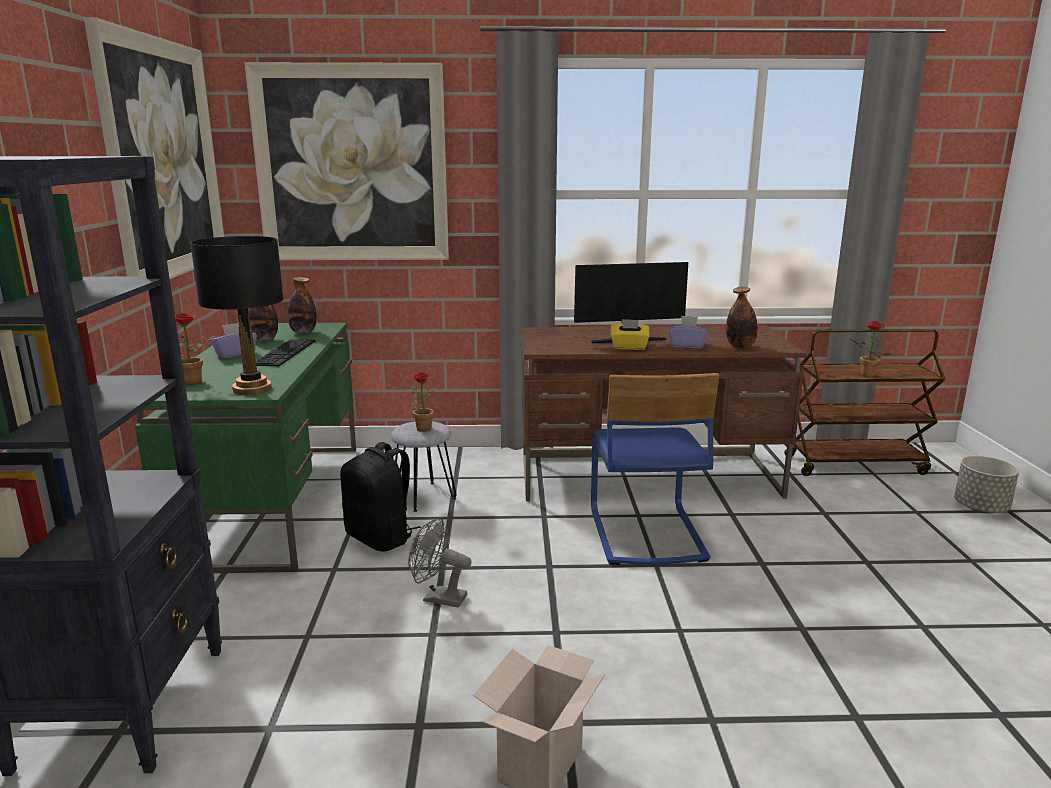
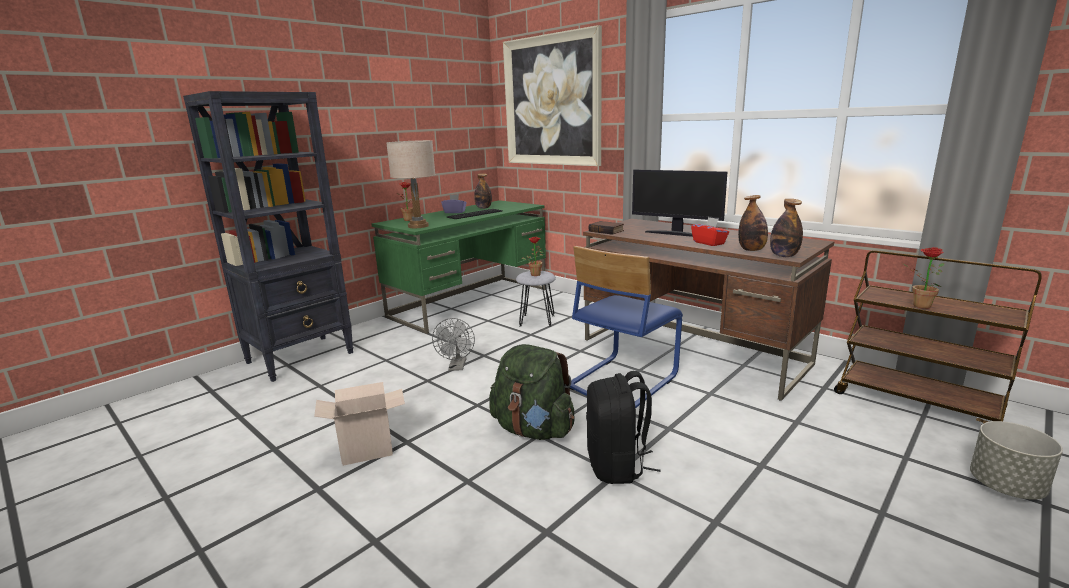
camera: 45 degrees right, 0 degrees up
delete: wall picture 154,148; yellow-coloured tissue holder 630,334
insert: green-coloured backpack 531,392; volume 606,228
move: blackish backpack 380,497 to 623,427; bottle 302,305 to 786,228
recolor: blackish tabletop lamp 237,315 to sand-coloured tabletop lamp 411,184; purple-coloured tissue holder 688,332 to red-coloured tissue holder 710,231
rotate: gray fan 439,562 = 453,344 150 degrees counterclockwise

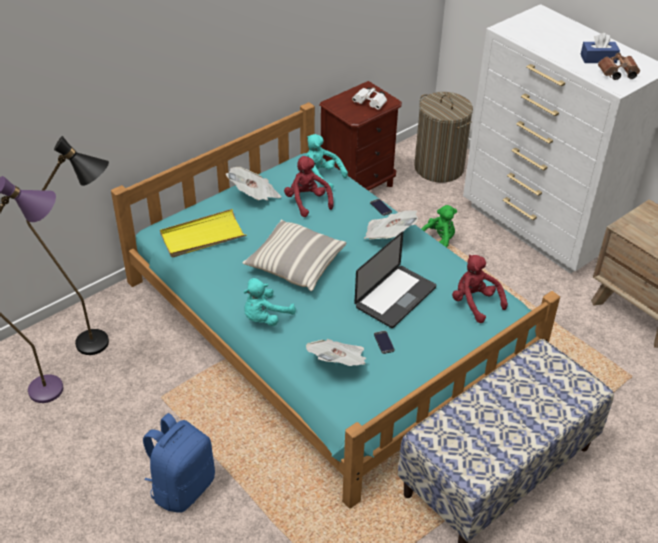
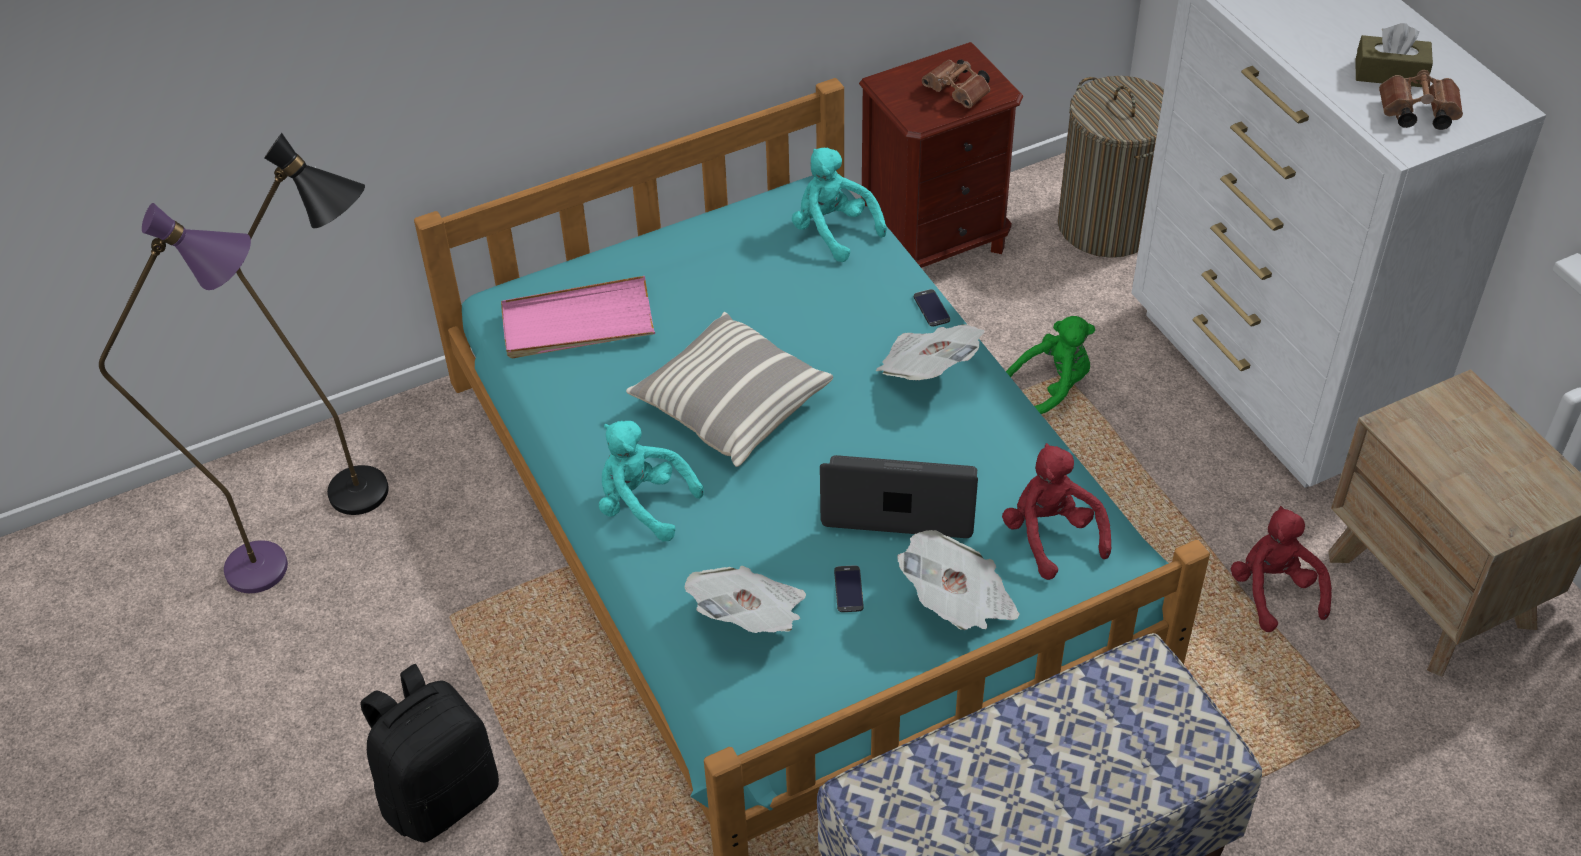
camera: 15 degrees right, 5 degrees up
move: daily paper 254,184 to 958,580; red-coloured cuddly toy 309,186 to 1281,569
recolor: blue backpack 179,463 to blackish backpack 429,753; yellow-coloured serving tray 203,233 to pink serving tray 578,317; white-coloured pair of binoculars 369,98 to brown pair of binoculars 956,83; blue tissue holder 600,48 to brown tissue holder 1394,55
rotate: turquoise-coloured cuddly toy 270,302 = 651,481 60 degrees clockwise; notebook computer 395,280 = 899,496 135 degrees counterclockwise

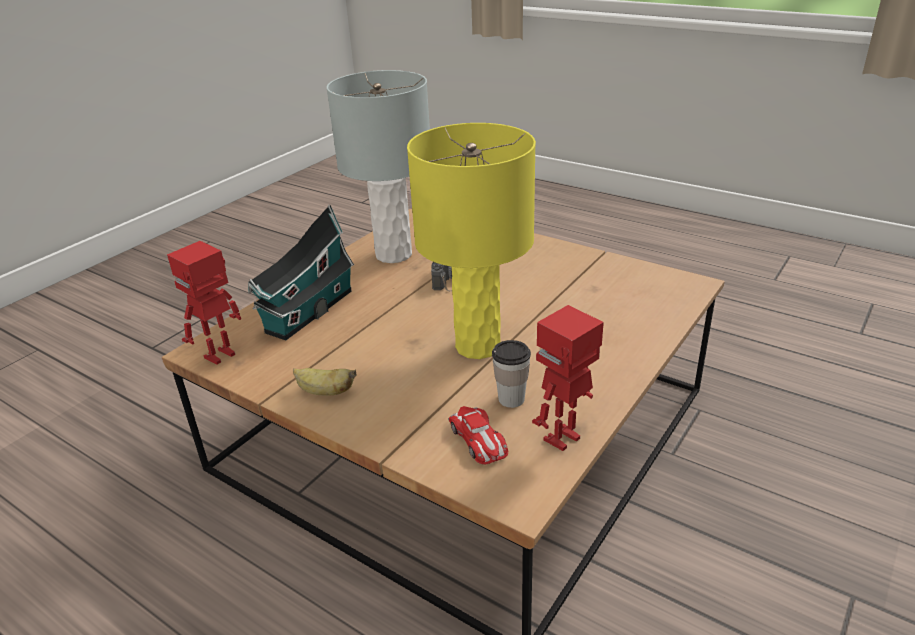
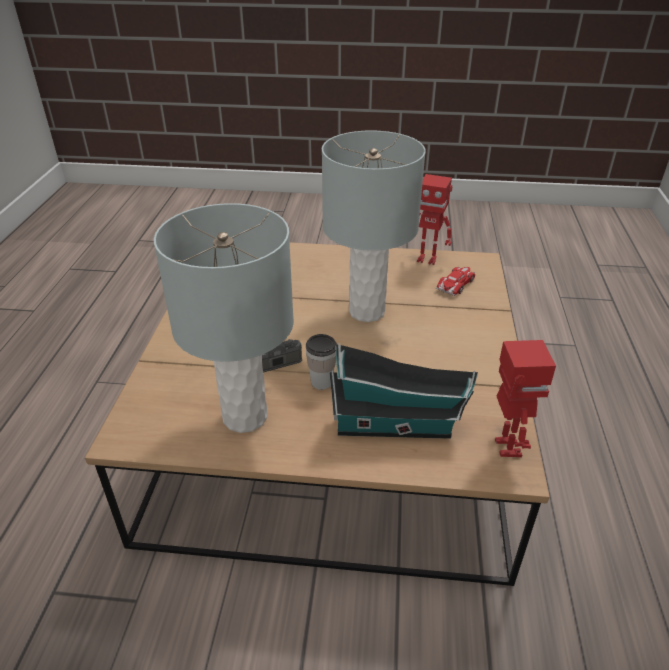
camera: 120 degrees left, 5 degrees up
delete: whole banana 324,382
move: drinking cup 511,374 to 321,362
recolor: yellow-coloured tabletop lamp 471,241 to gray tabletop lamp 374,226
rotate: toy robot 204,302 = 525,398 105 degrees counterclockwise

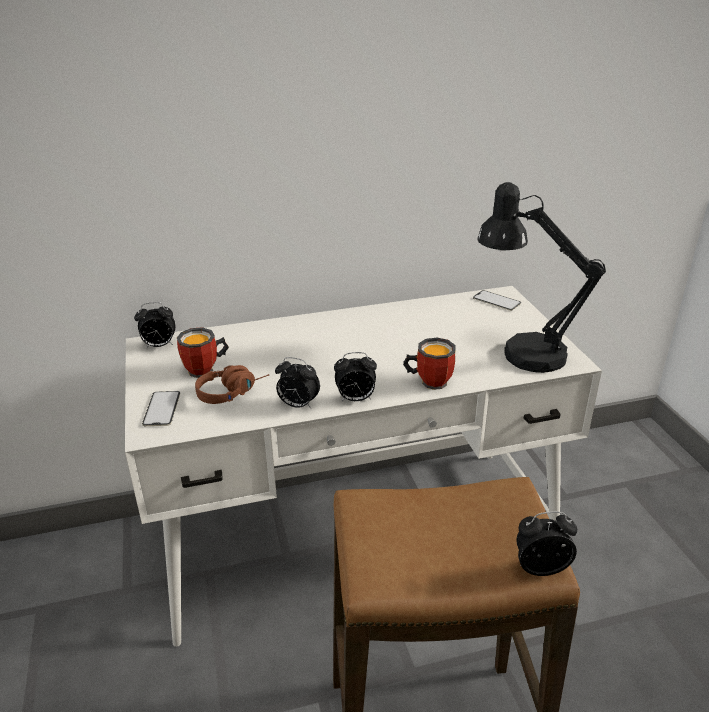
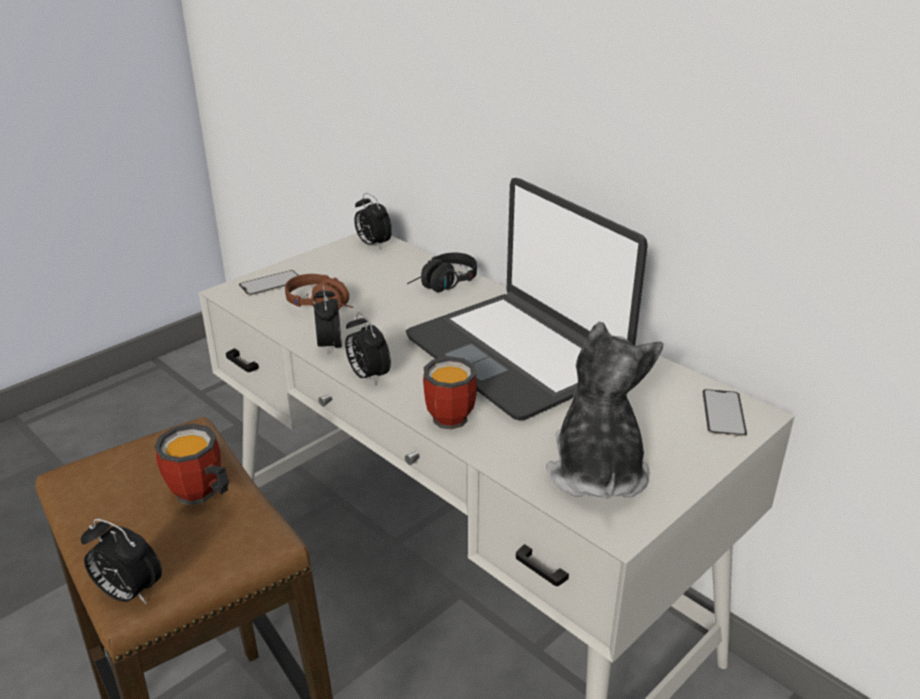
camera: 60 degrees right, 0 degrees up
insert: notebook computer 527,299; blackish headset 442,272
move: coffee mug 203,352 to 191,464
replace: blackish tabletop lamp 541,277 to cuddly toy 605,410
rotate: table clock 546,544 = 121,561 150 degrees clockwise

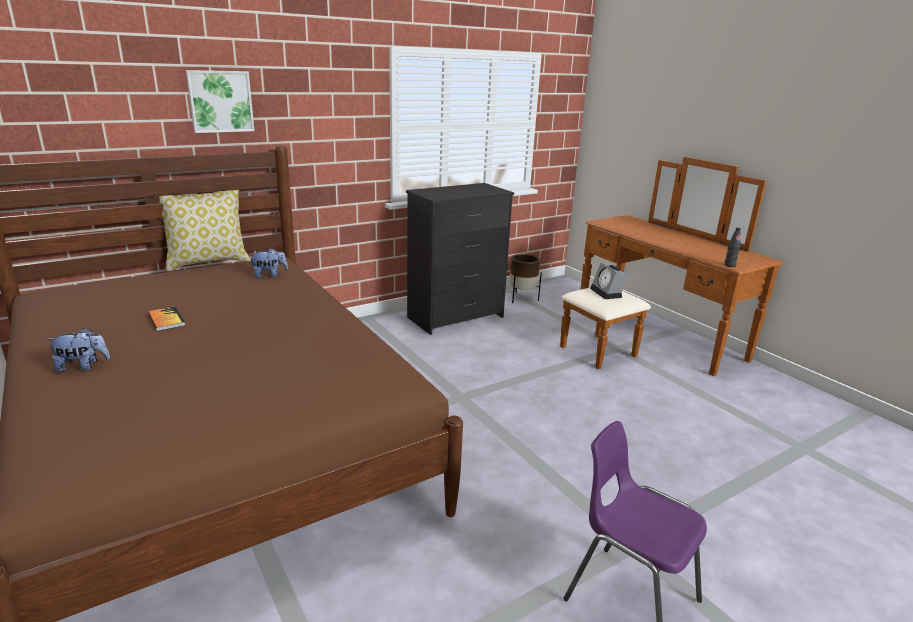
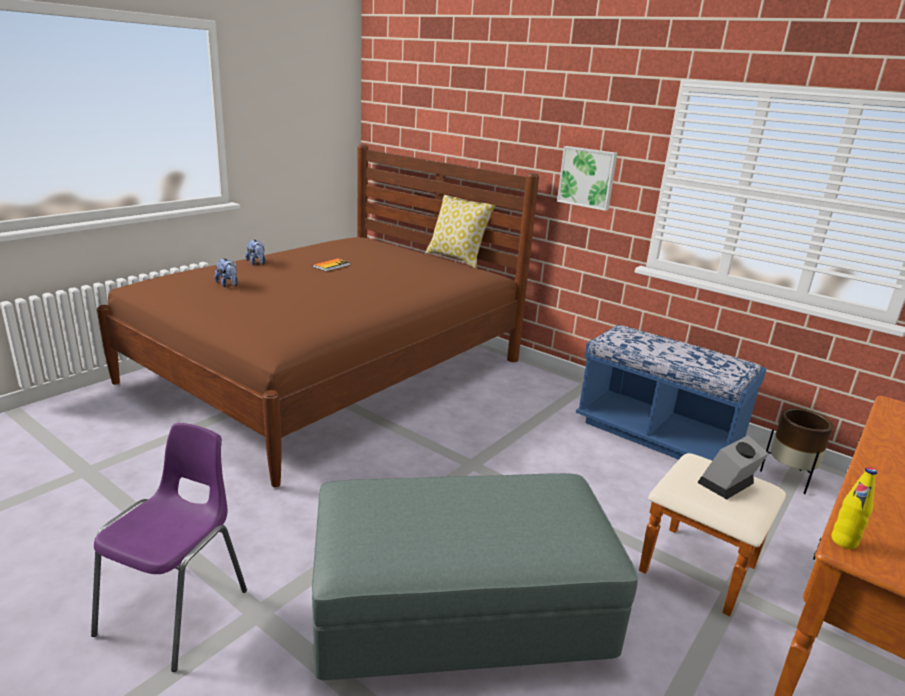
camera: 70 degrees right, 0 degrees up
insert: gray footrest 475,576
move: cuddly toy 268,263 to 226,272; wall picture 220,101 to 587,178
replace: blackish dresser 460,259 to blue long seat 671,393
recolor: blackish bottle 732,247 to yellow-coloured bottle 854,508

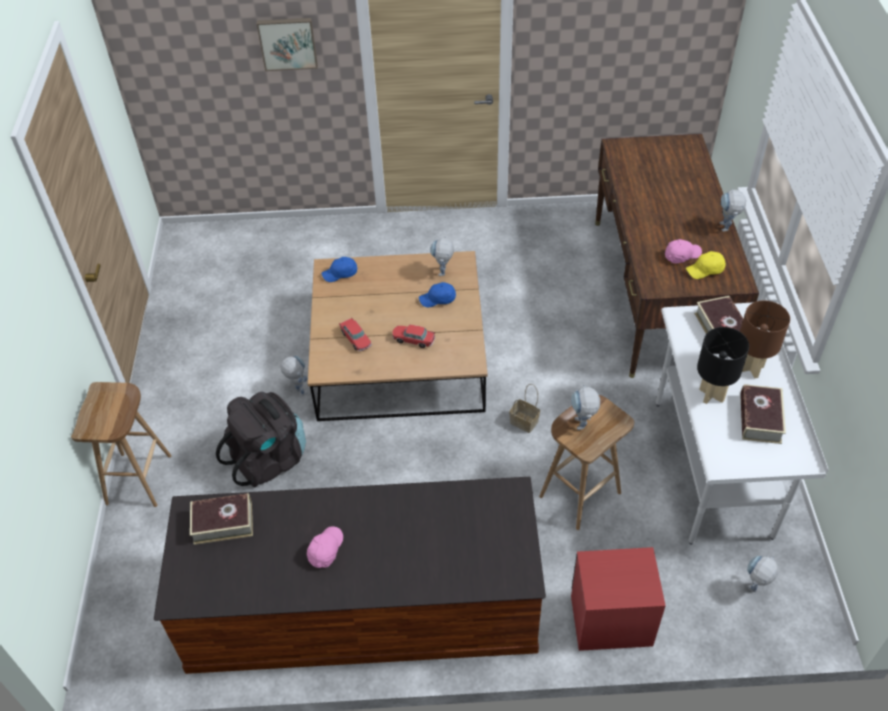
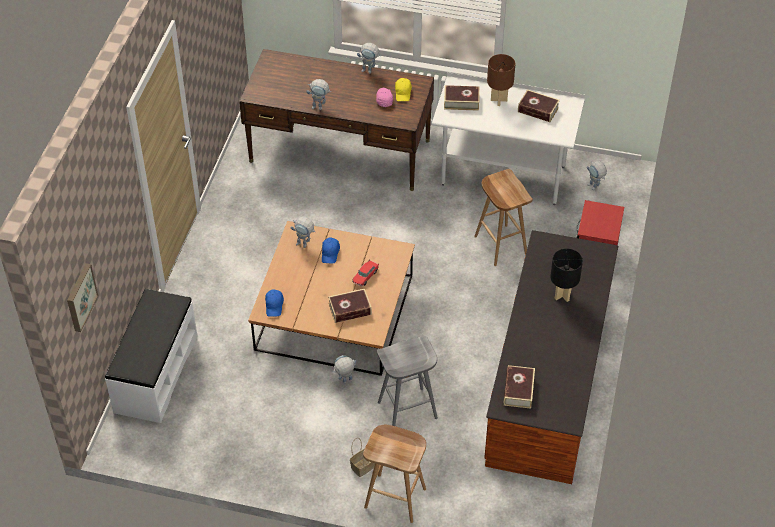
camera: 75 degrees left, 0 degrees up
delete: pink cap 325,547
insert: white-coloured long seat 151,356
move: wall picture 287,44 to 83,297; toy robot 585,407 to 318,94; basket 524,408 to 362,457; blackish tabletop lamp 723,365 to 566,275
replace: miniature car 355,334 to volume 350,306; blackish backpack 261,440 to gray sitting stool 407,380

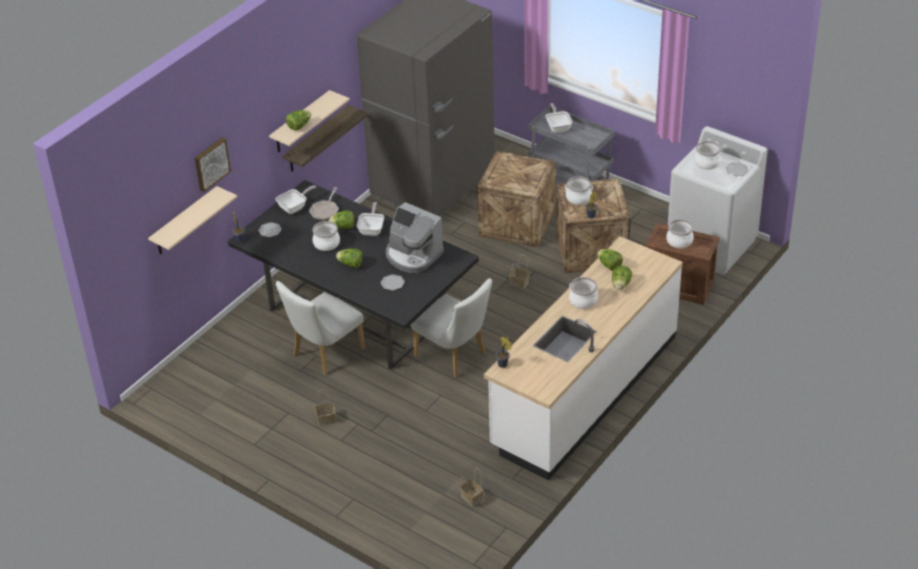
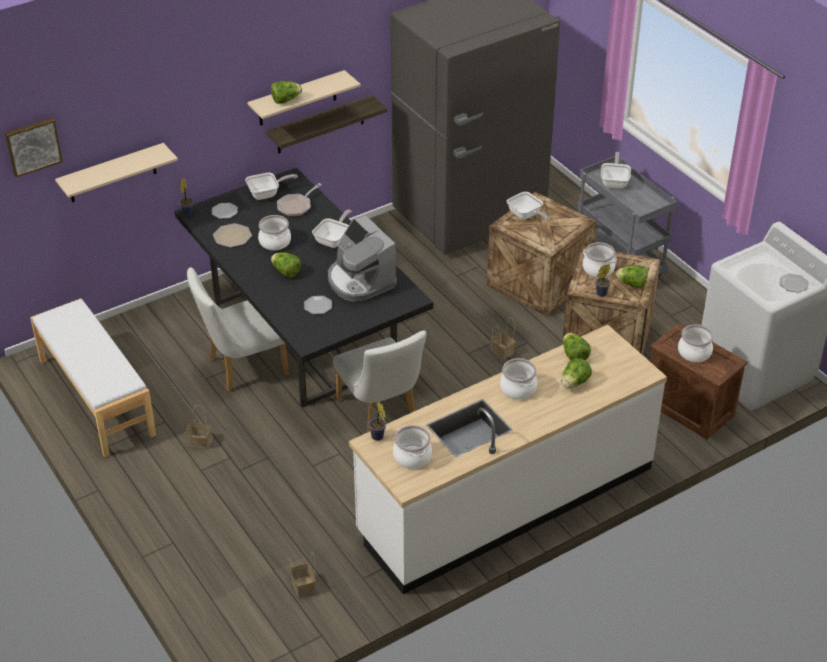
camera: 20 degrees right, 0 degrees up
insert: white-coloured long seat 93,377; dinner plate 232,235; pan 528,207
move: wall picture 213,164 to 34,147; cooking pot 707,155 to 412,447; lettuce 341,219 to 631,276

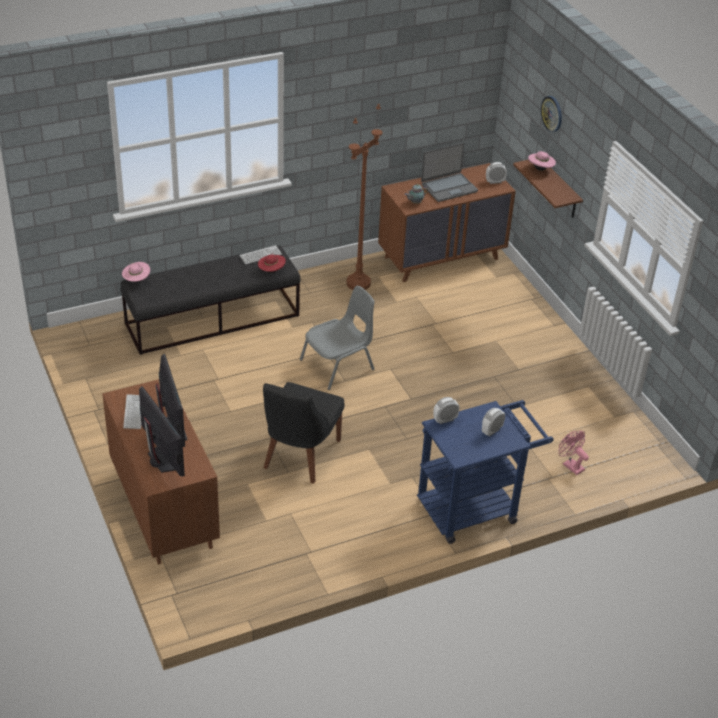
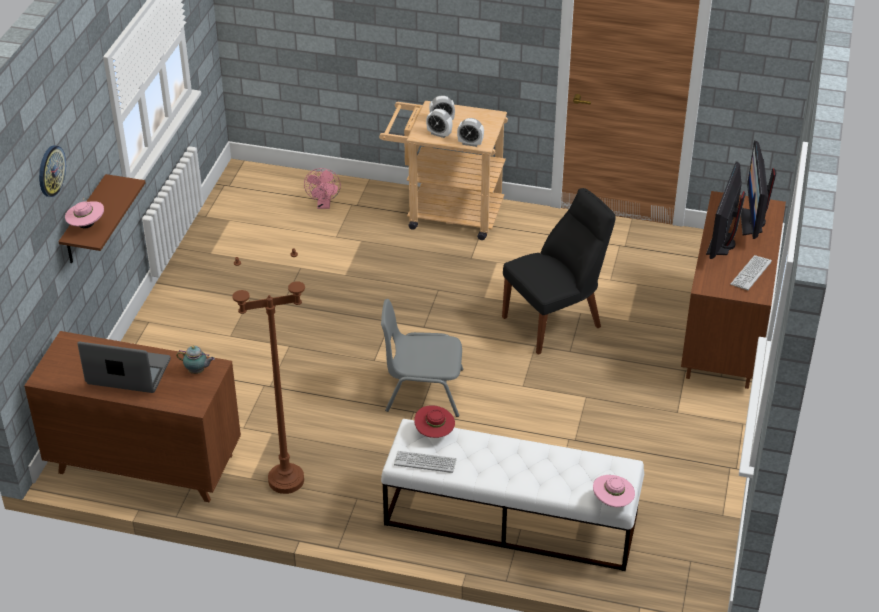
camera: 140 degrees left, 0 degrees up
move: table clock 496,173 to 439,123
recolor: blue cart 485,472 to sand-coloured cart 443,170; blackish long seat 210,300 to white-coloured long seat 512,495

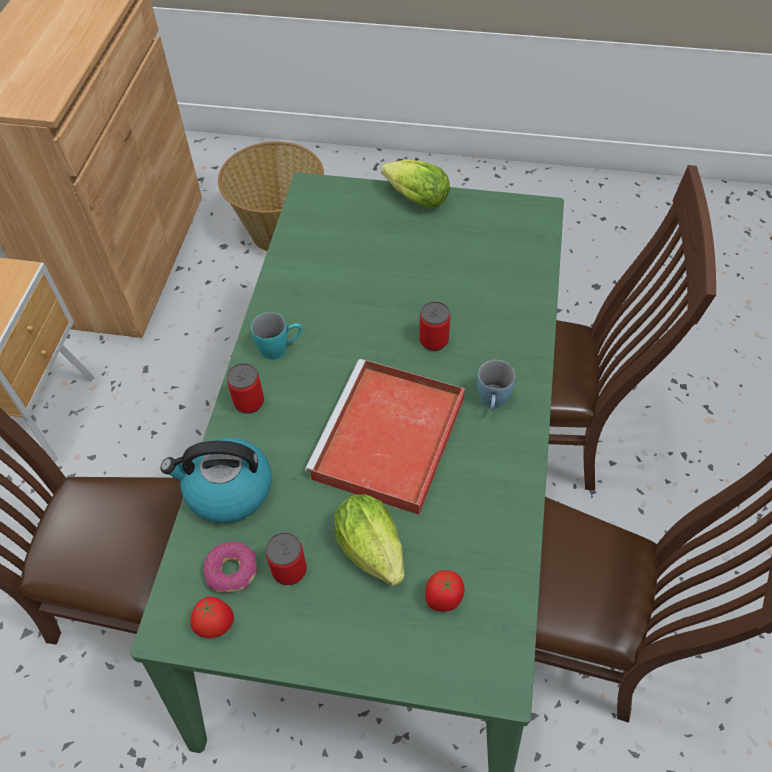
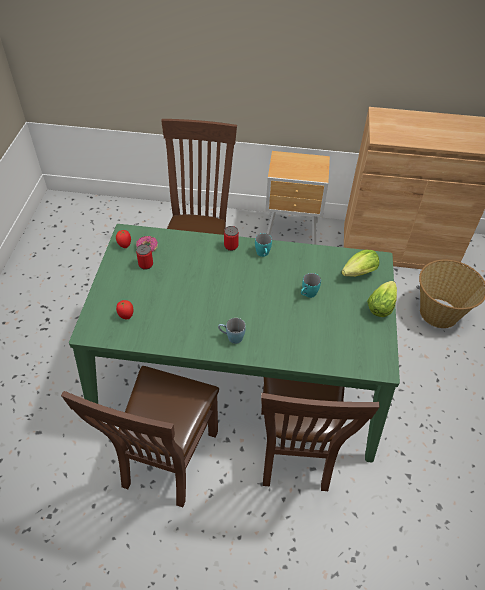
camera: 85 degrees right, 5 degrees down
delete: water kettle 216,480; red-coloured serving tray 385,437; sealed can 434,326
insert: turquoise-coloured coffee mug 311,285
move: lettuce 369,540 to 360,263

